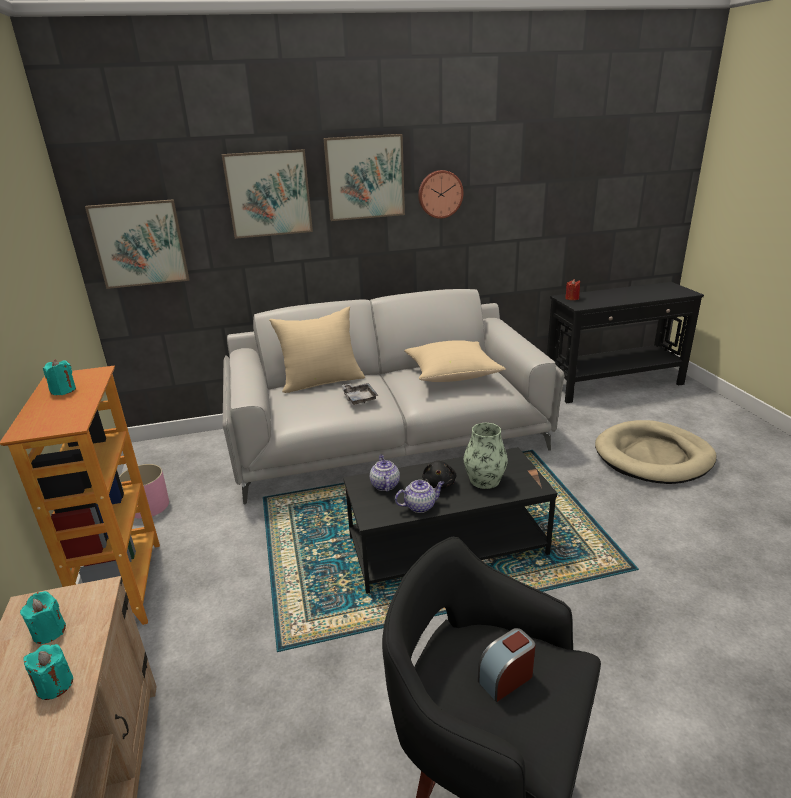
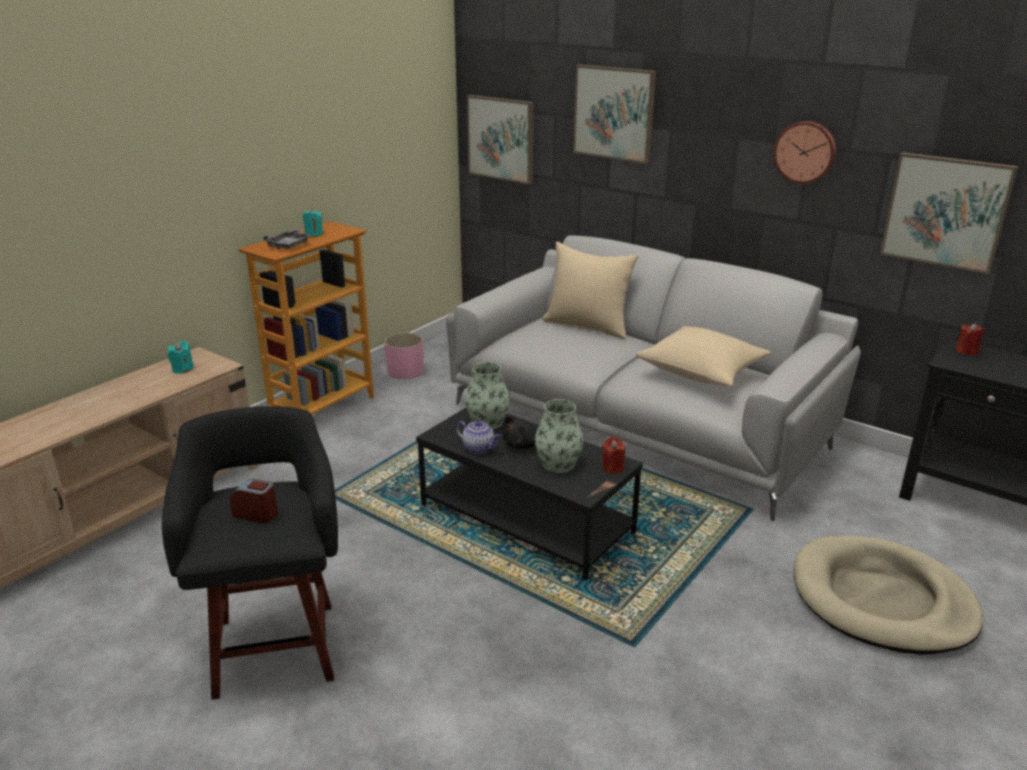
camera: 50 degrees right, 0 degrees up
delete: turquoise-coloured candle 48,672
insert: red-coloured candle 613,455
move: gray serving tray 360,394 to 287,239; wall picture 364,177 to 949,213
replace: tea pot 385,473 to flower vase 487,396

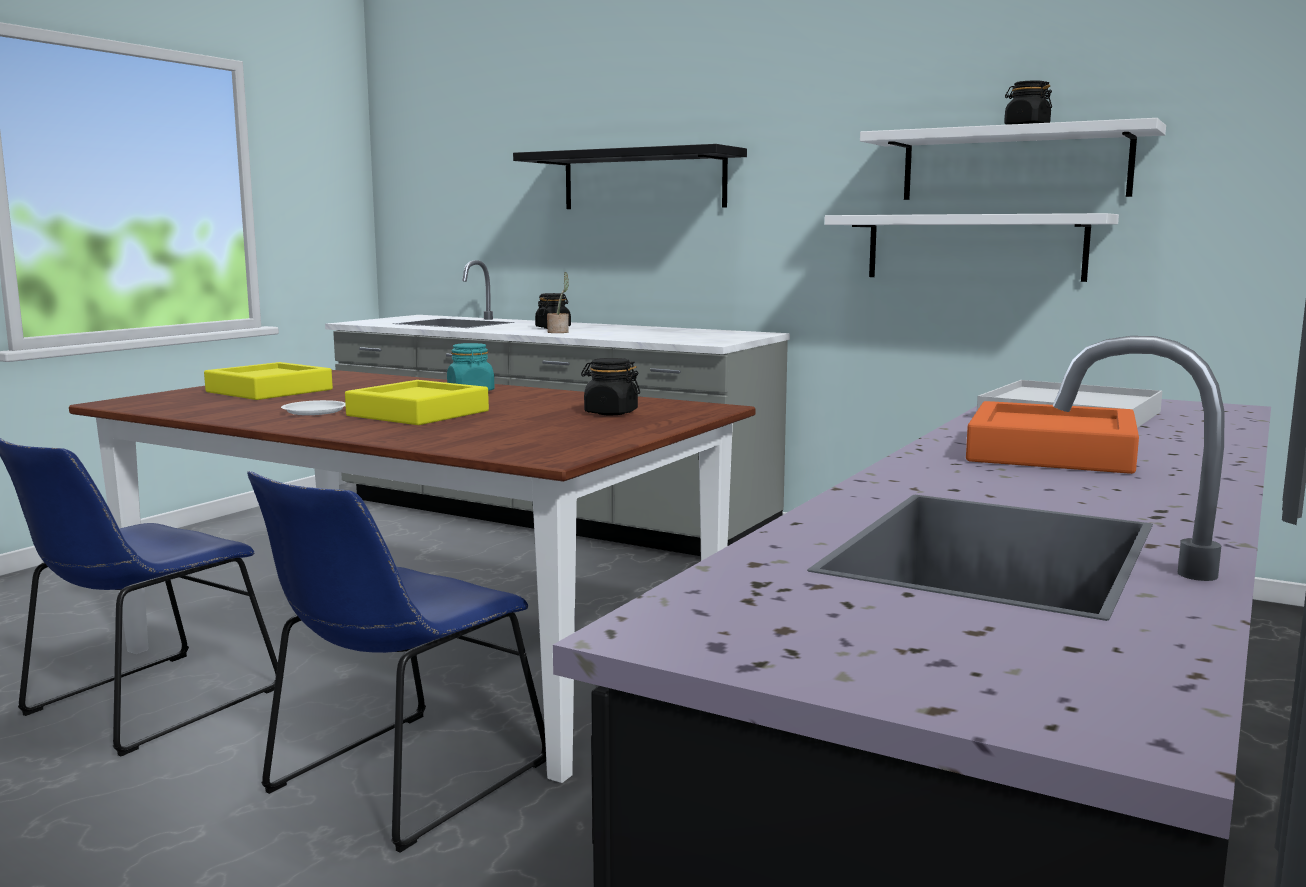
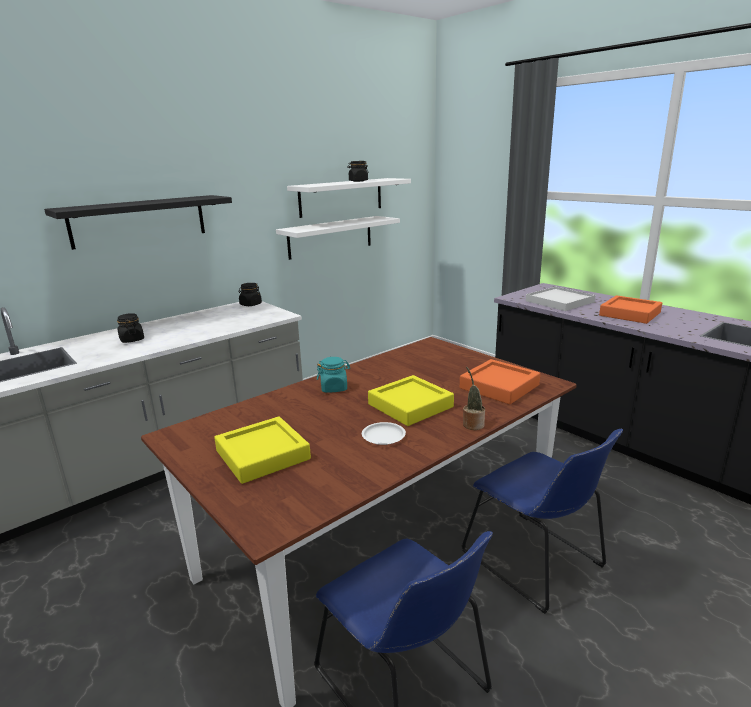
camera: 70 degrees left, 10 degrees up
insert: orange serving tray 500,381
move: blackish preserve jar 610,386 to 250,294; plant in a pot 558,302 to 474,398

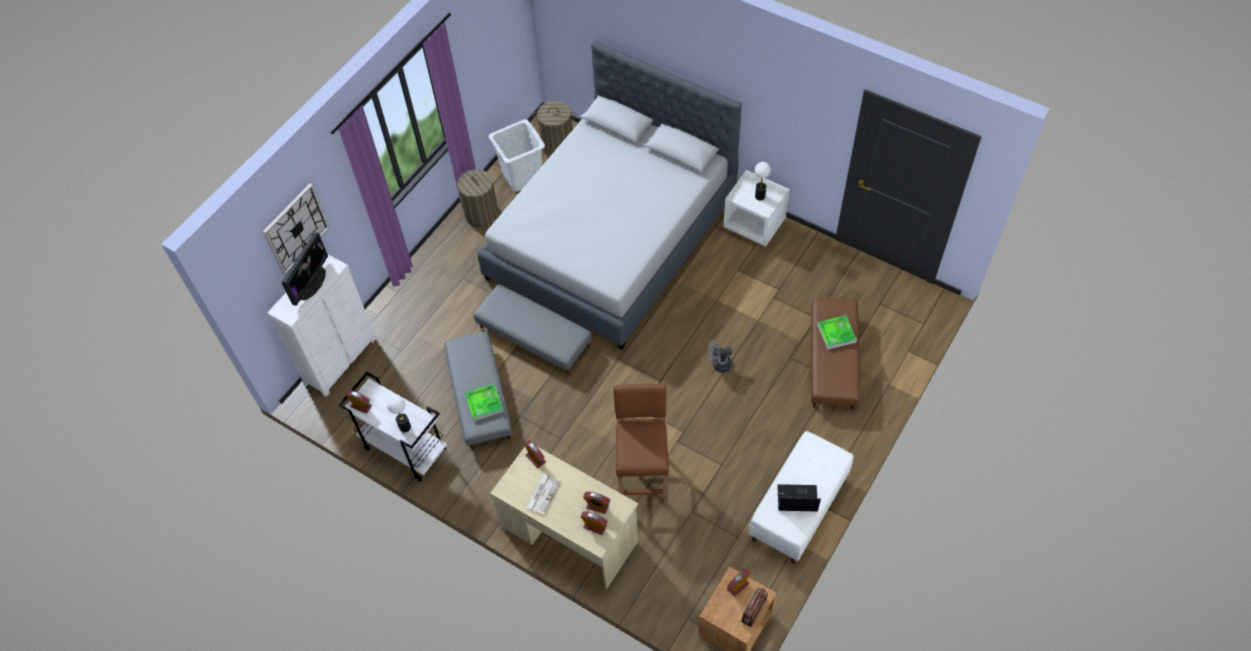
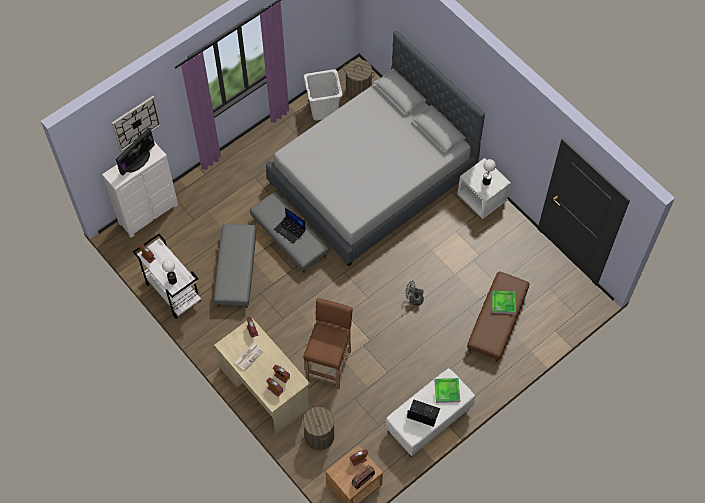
camera: 15 degrees right, 5 degrees up
insert: notebook computer 290,226
move: washing basket 478,198 to 318,427; serving tray 484,402 to 447,390

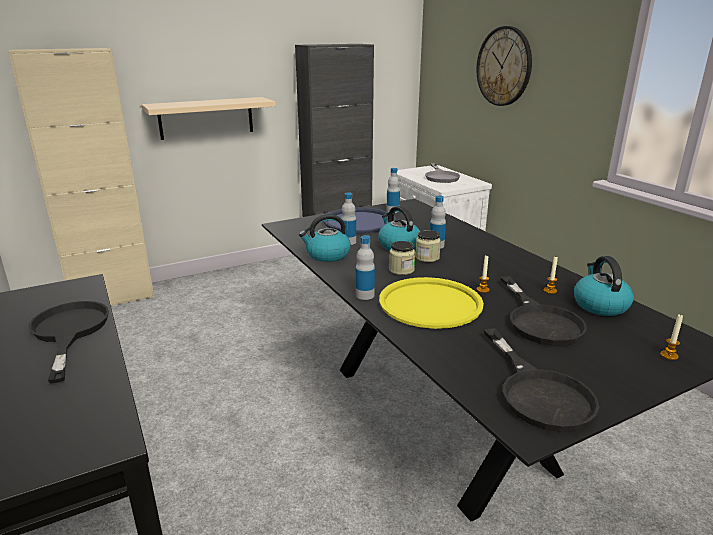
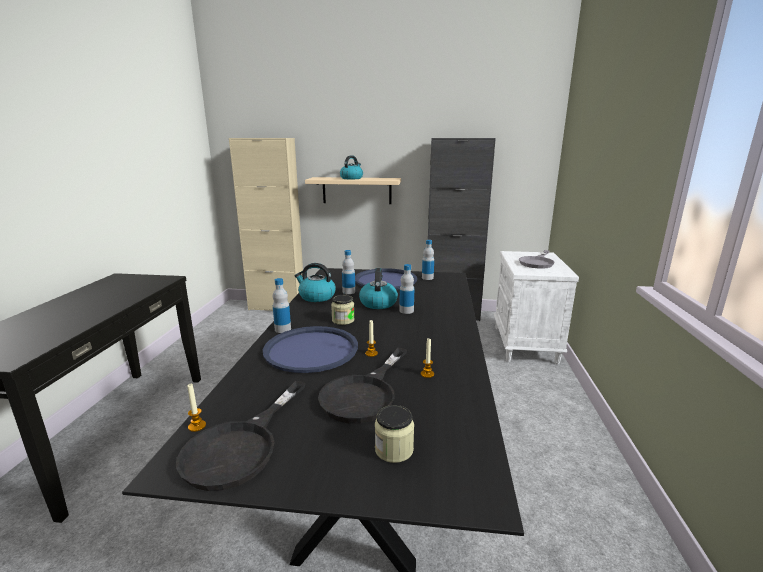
camera: 35 degrees right, 5 degrees down
delete: blackish pan 69,342; wall clock 504,66
move: candle 671,337 to 197,408; water kettle 604,286 to 351,167; preserve jar 428,246 to 394,434
recolor: yellow-coloured serving tray 431,303 to blue serving tray 310,349

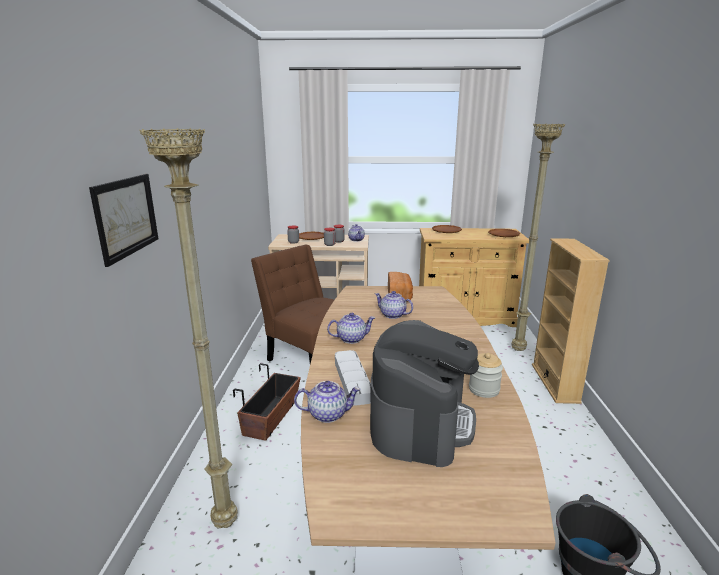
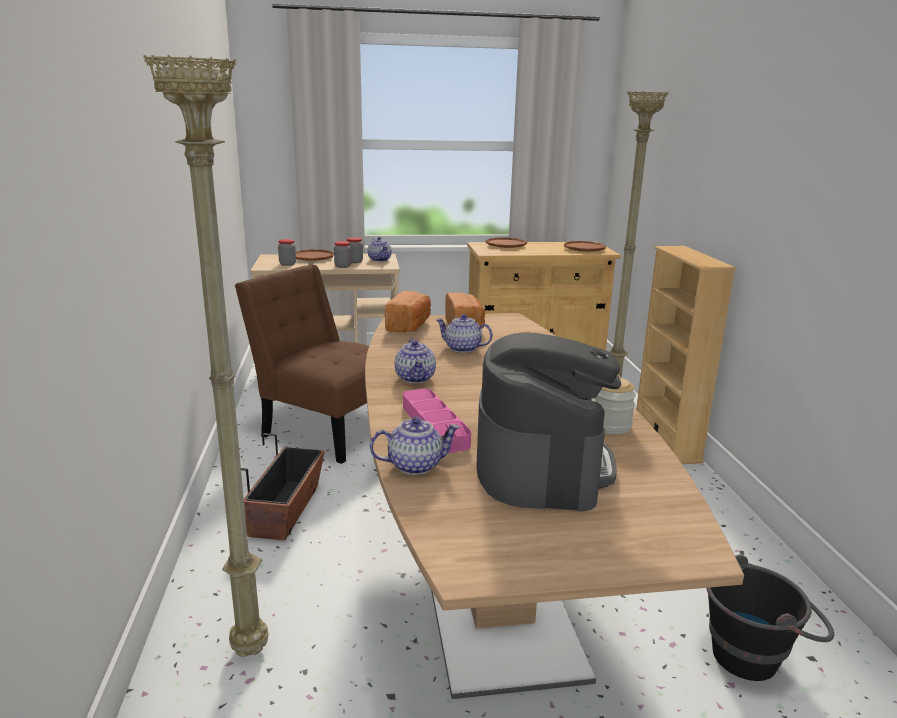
camera: 10 degrees left, 0 degrees up
delete: wall picture 123,220
insert: bread 408,312
recolor: gray serving tray 353,378 to pink serving tray 437,421
rotate: tea pot 351,328 = 415,361 105 degrees clockwise

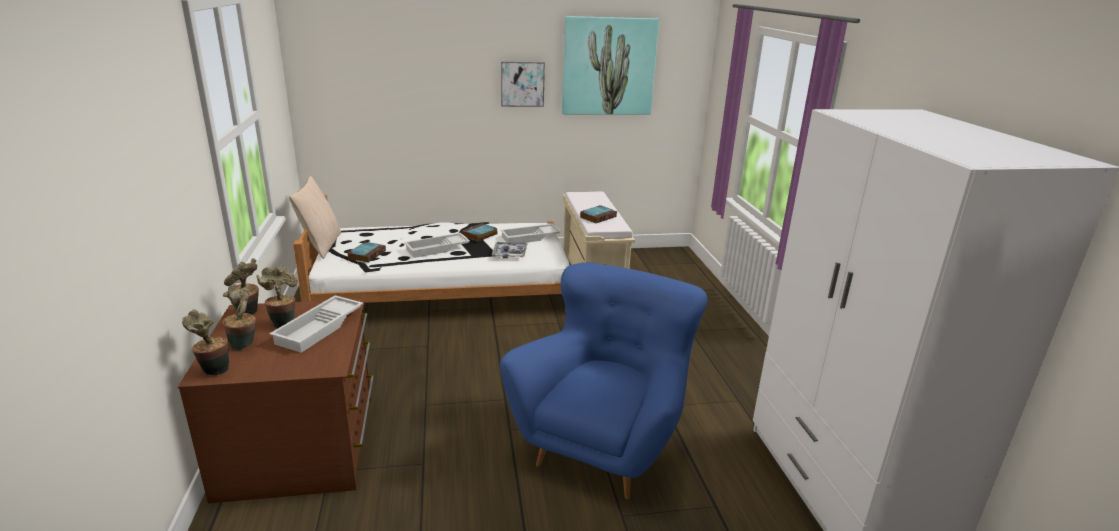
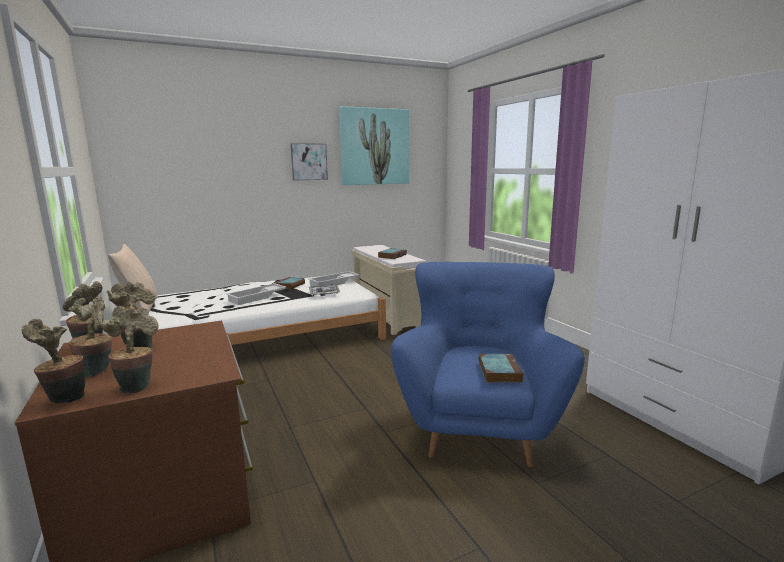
camera: 15 degrees left, 10 degrees down
delete: white-coloured serving tray 316,324
insert: plant in a pot 128,349
move: volume 367,252 to 501,368

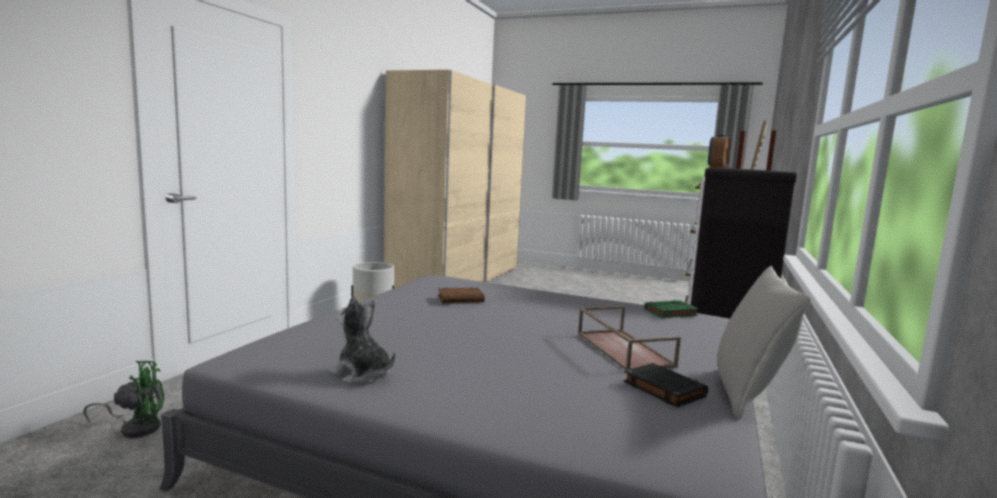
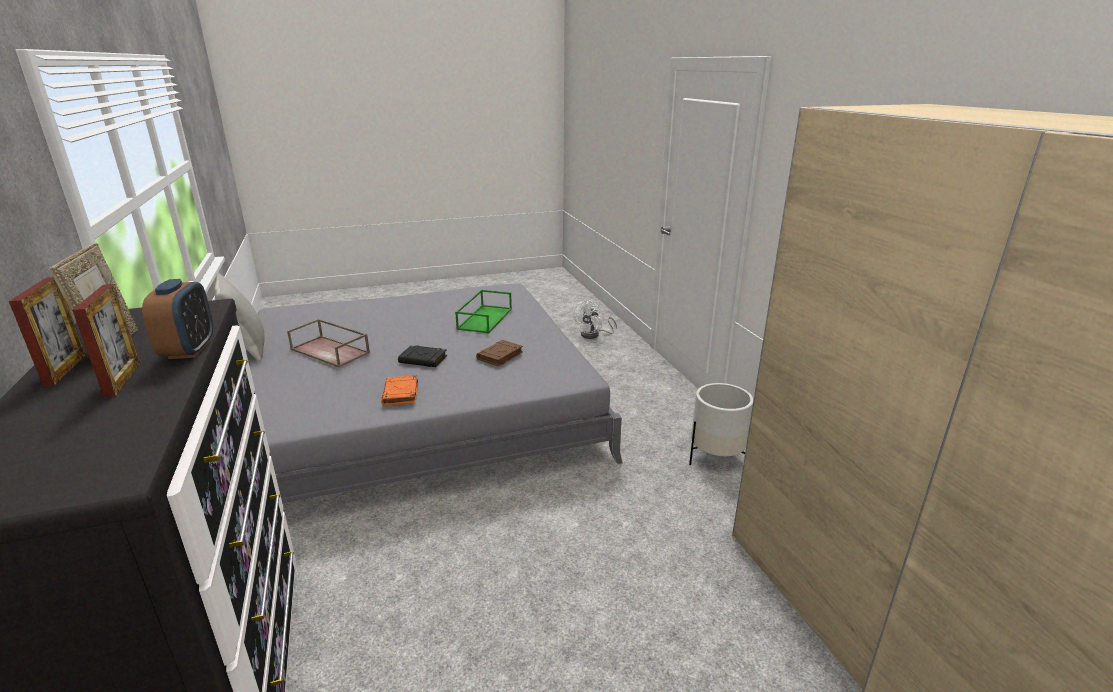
camera: 140 degrees right, 15 degrees up
delete: cuddly toy 362,340; green-coloured volume 671,309
insert: orange volume 399,390; green-coloured serving tray 483,311
move: blackish volume 666,385 to 422,356
recolor: green-coloured fan 123,399 to white-coloured fan 594,319

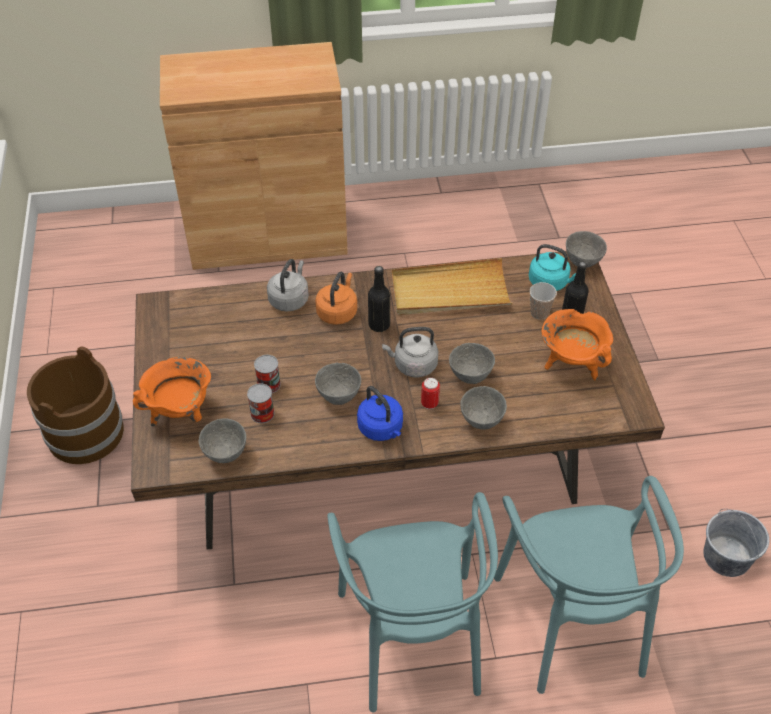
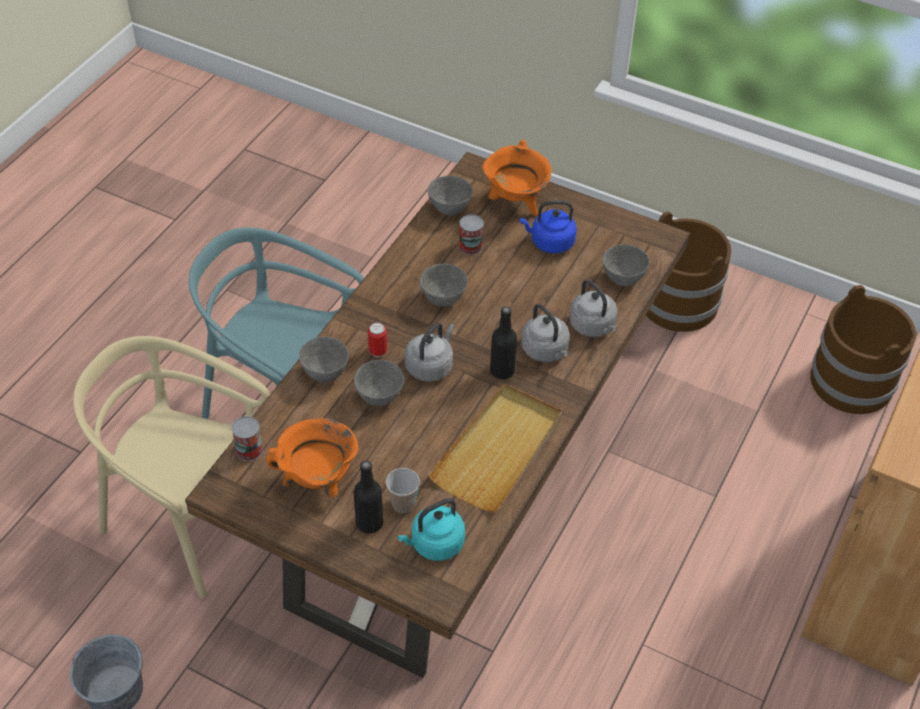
camera: 125 degrees right, 0 degrees up
insert: brown water bucket 863,349
move: sealed can 267,374 to 247,438; blue water kettle 380,413 to 548,227; gray deep dish 586,249 to 626,265
recolor: turquoise-coloured chair 589,585 to sand-coloured chair 171,467; orange water kettle 336,298 to gray water kettle 545,333

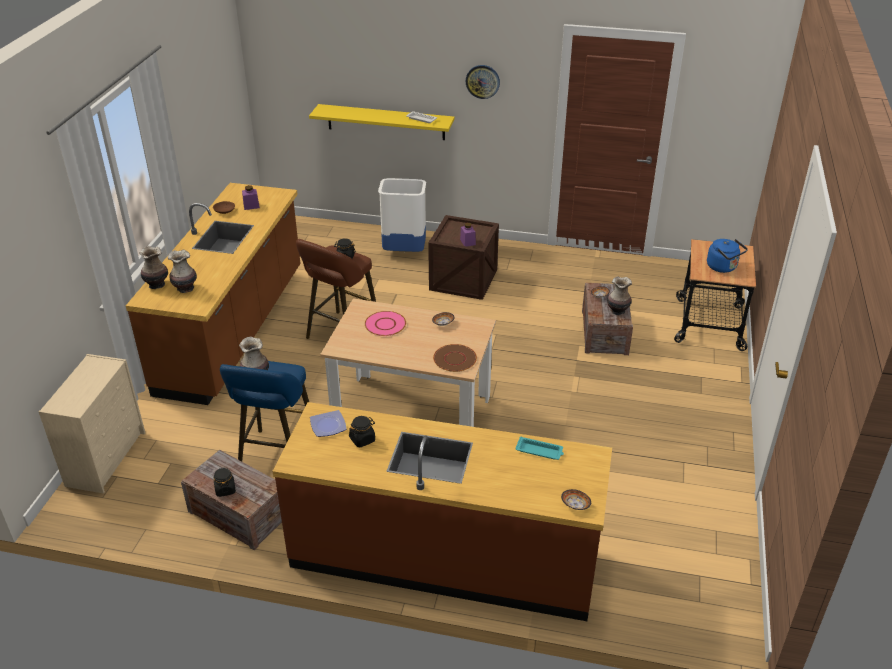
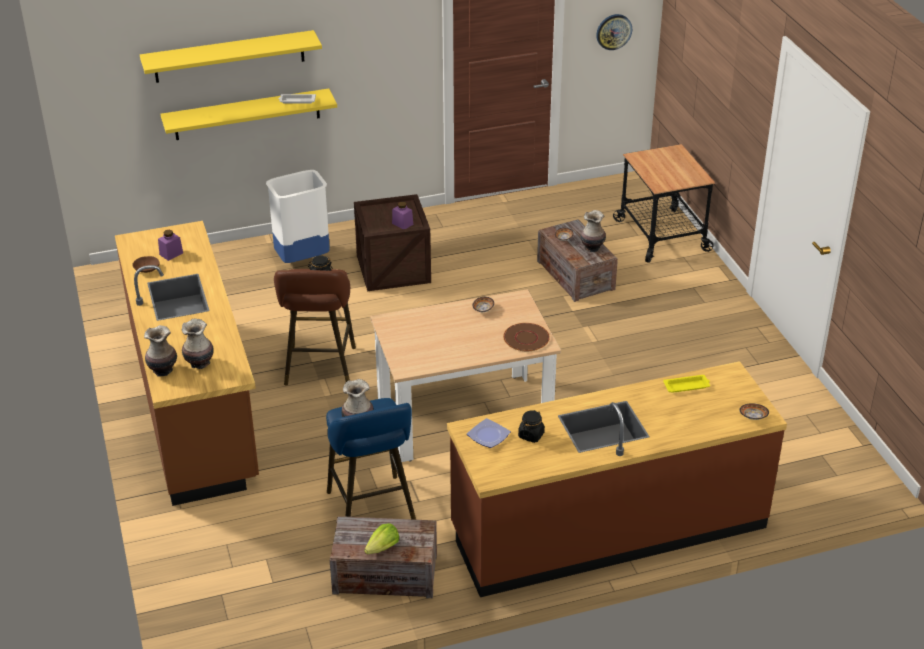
camera: 30 degrees left, 0 degrees up
delete: sand-coloured dresser 91,424; pink dinner plate 385,323; blue water kettle 727,256
insert: yellow-coloured wall shelf 231,56
move: wall clock 483,82 to 614,32
replace: blackish preserve jar 225,482 to lettuce 381,538
recolor: turquoise-coloured serving tray 539,448 to yellow-coloured serving tray 686,384

